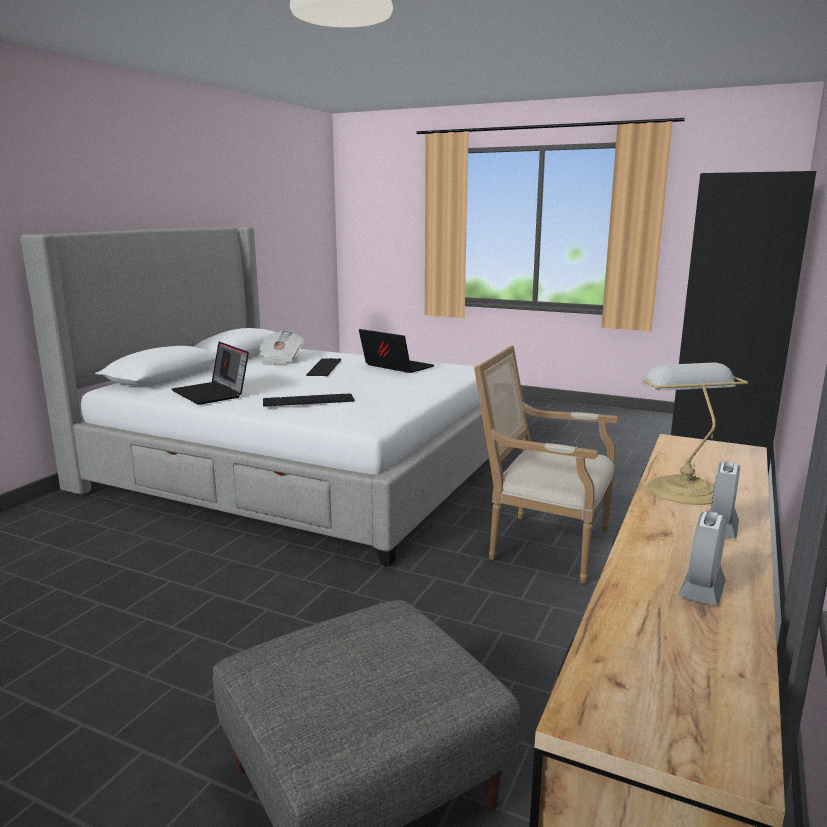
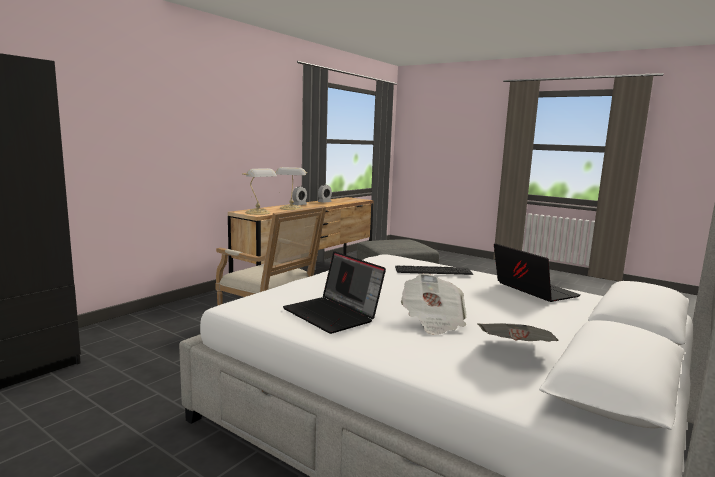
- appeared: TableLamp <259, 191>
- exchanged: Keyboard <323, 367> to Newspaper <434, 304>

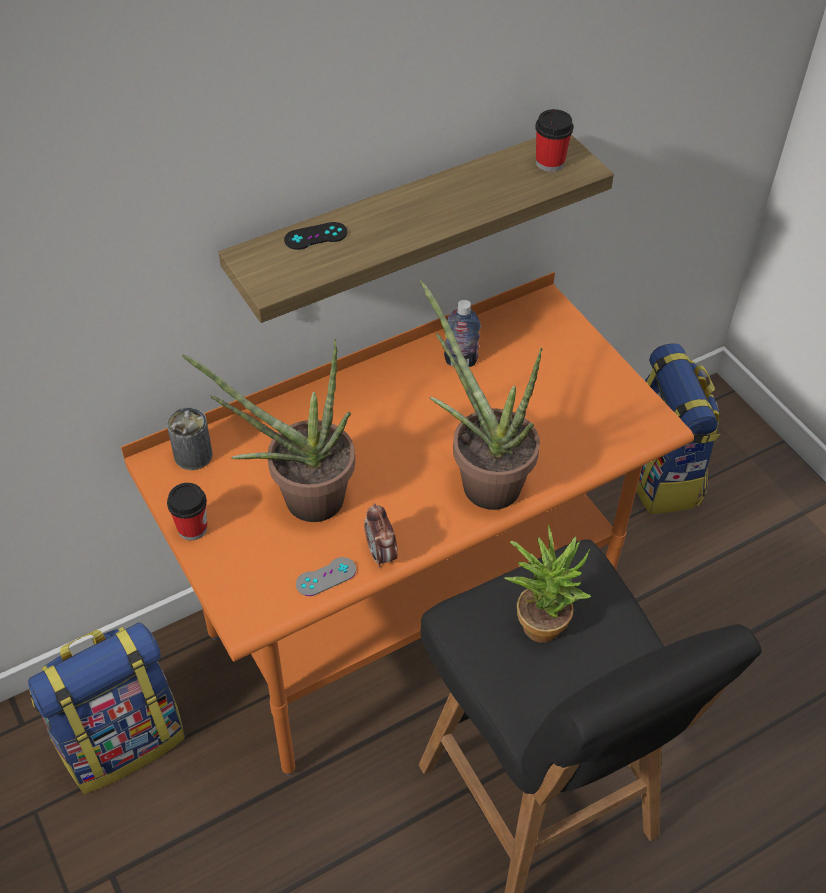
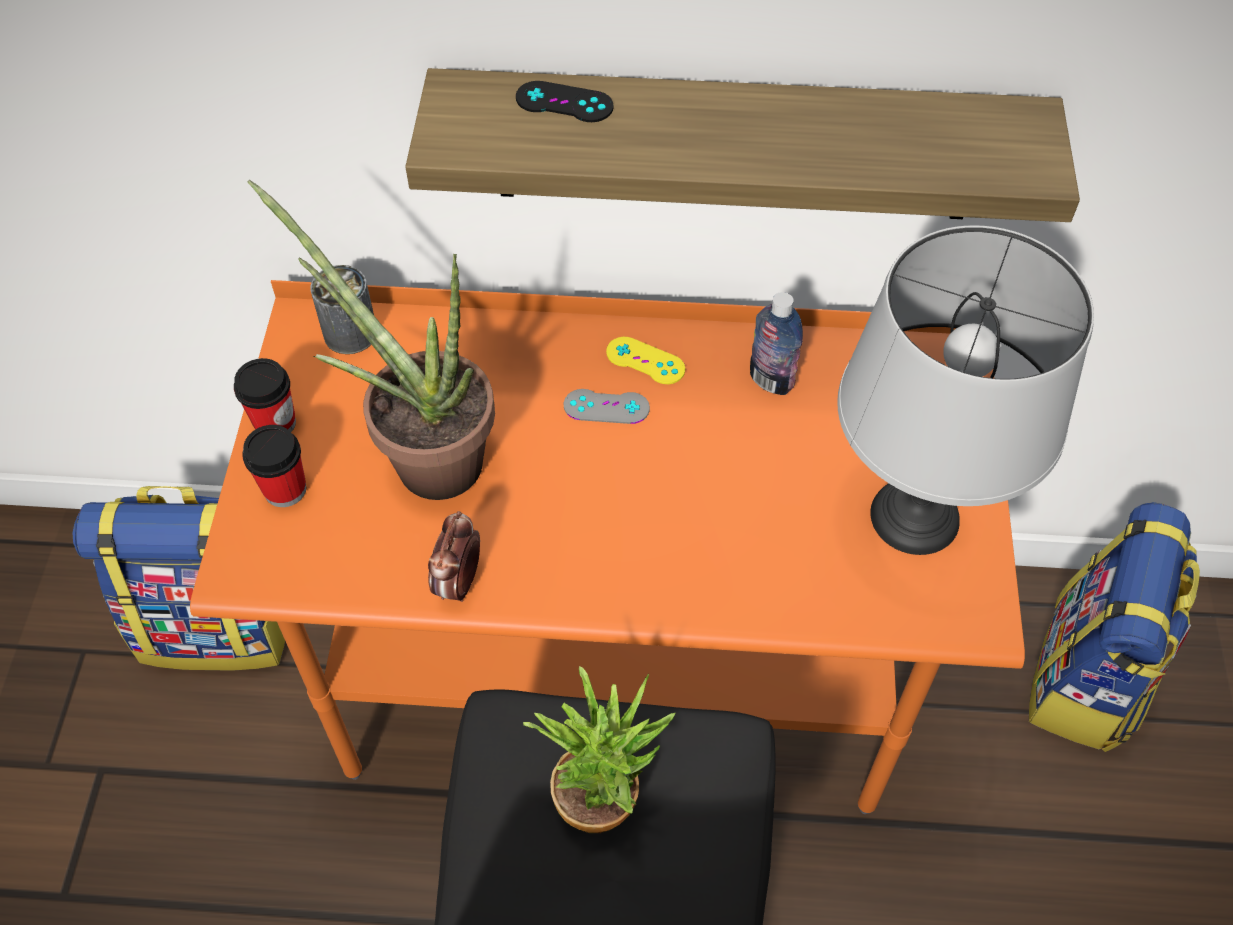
- missing: PottedPlant <481, 394>
- appeared: YellowGameController <645, 360>
- appeared: GreyTableLamp <965, 390>
- relocated: GreyGameController <326, 576> to <607, 406>
- relocated: Cup <554, 140> to <274, 466>

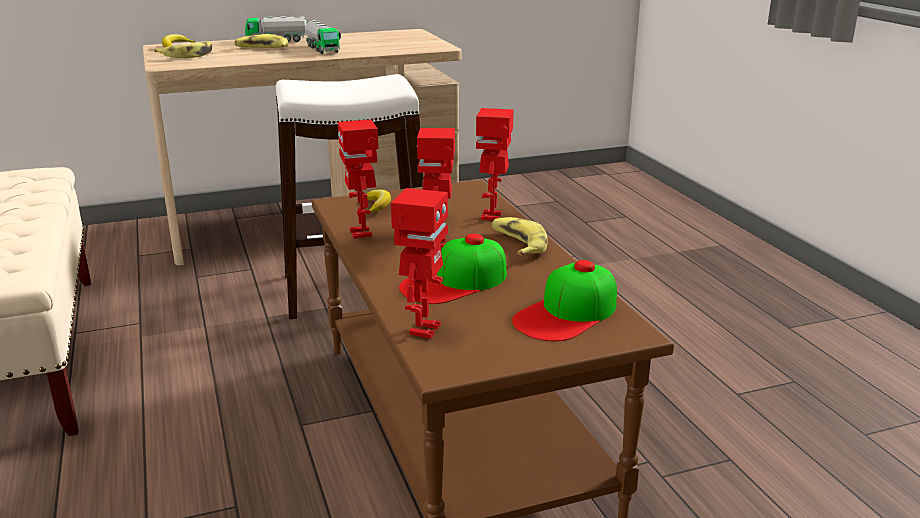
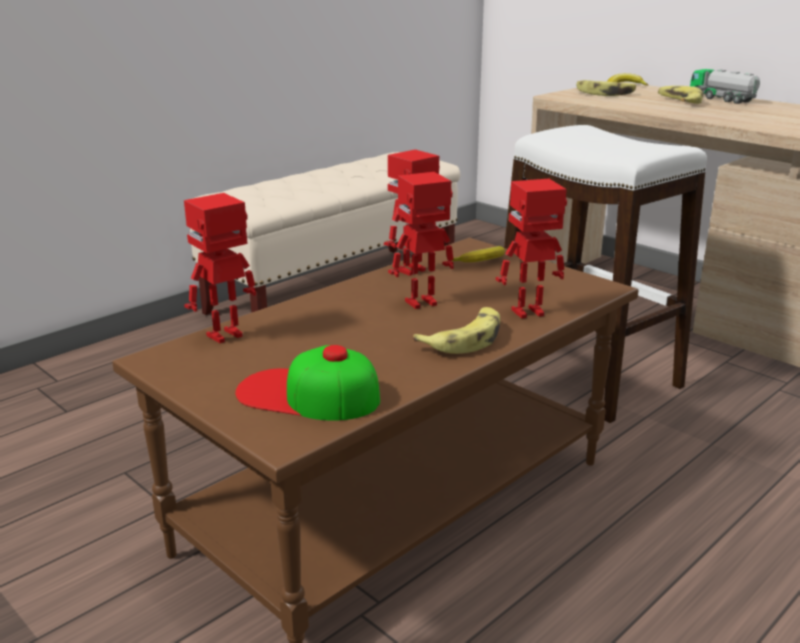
- missing: ToyTruck <323, 37>
- missing: Cap <453, 269>
- spun: ToyRobot <419, 263> = <220, 268> 150 degrees clockwise

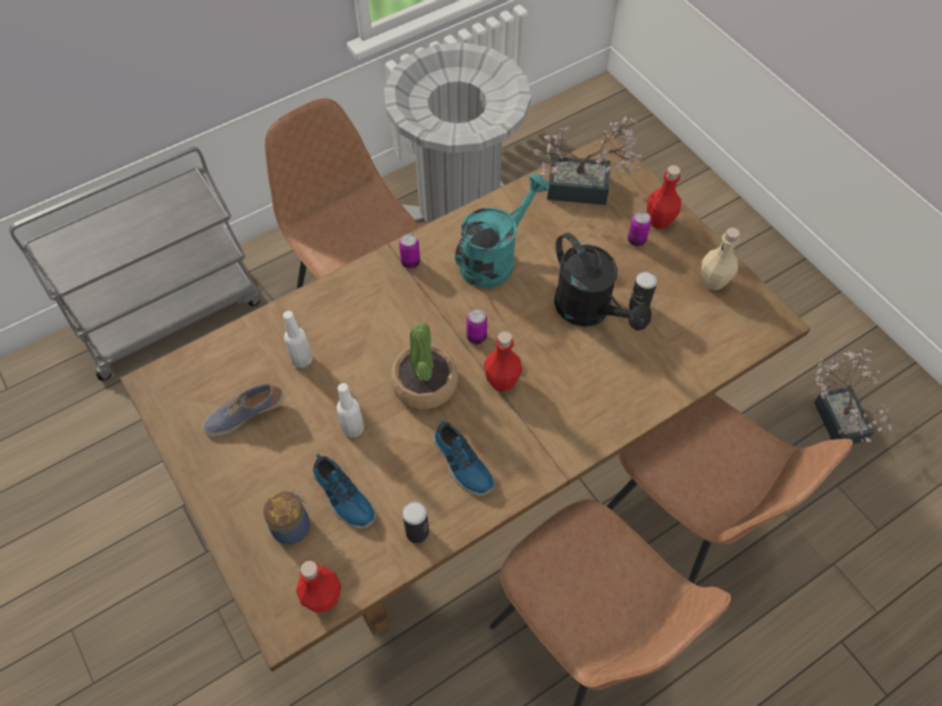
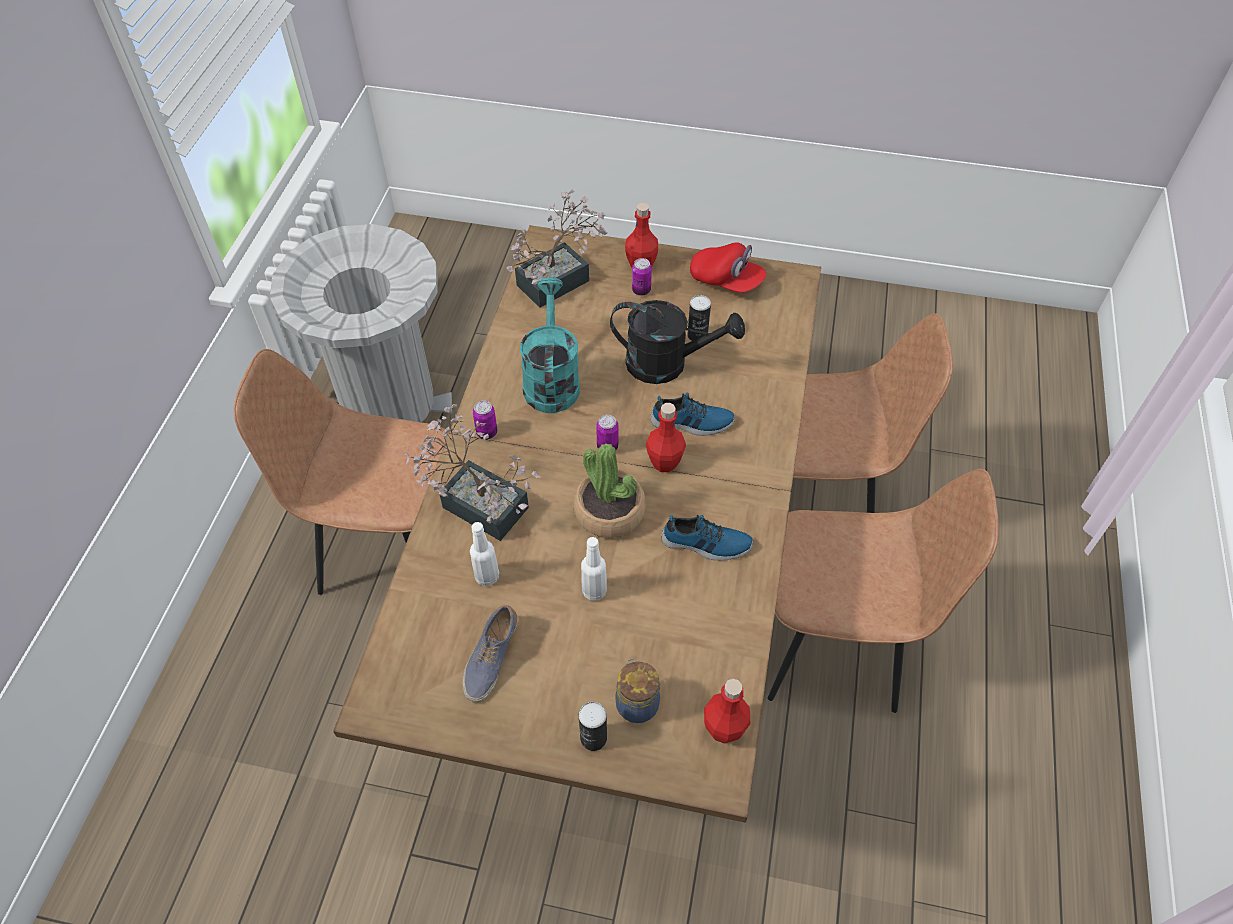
- missing: GreyCart <135, 263>
- relocated: Shoe <344, 491> to <692, 414>
- relocated: Can <415, 522> to <593, 726>
- relocated: PottedPlant <853, 396> to <473, 472>
- exchanged: BeigeBottle <720, 258> to RedCap <728, 267>

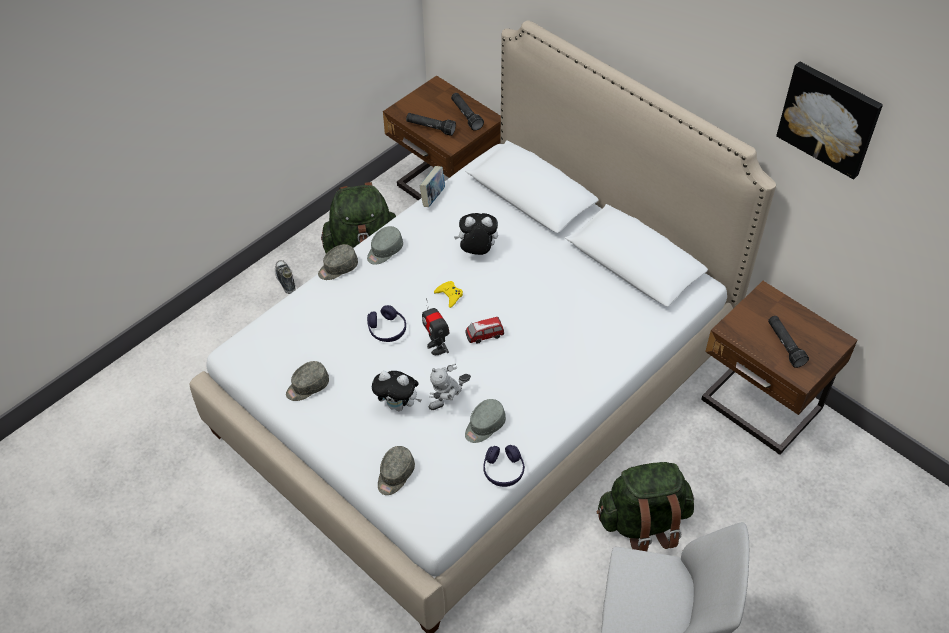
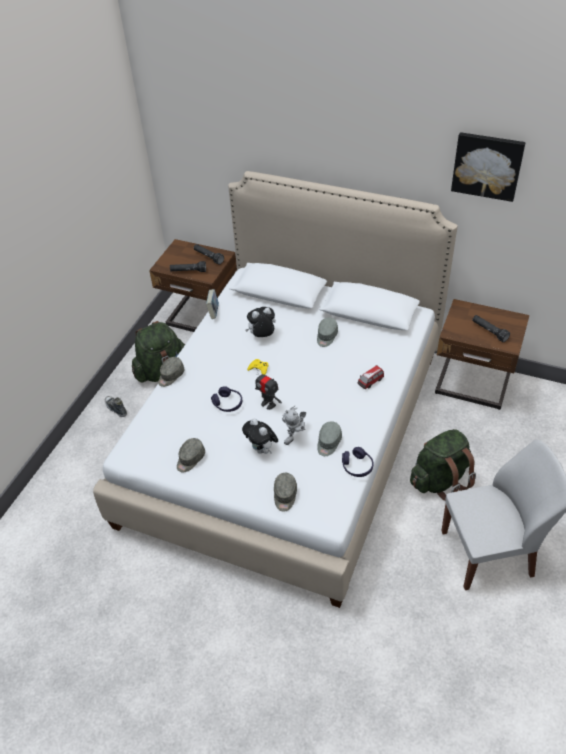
- relocated: GreyCap <385, 245> to <327, 332>
- relocated: ToyCar <484, 330> to <371, 377>
- spun: PlushToy <397, 391> = <260, 436> 60 degrees clockwise

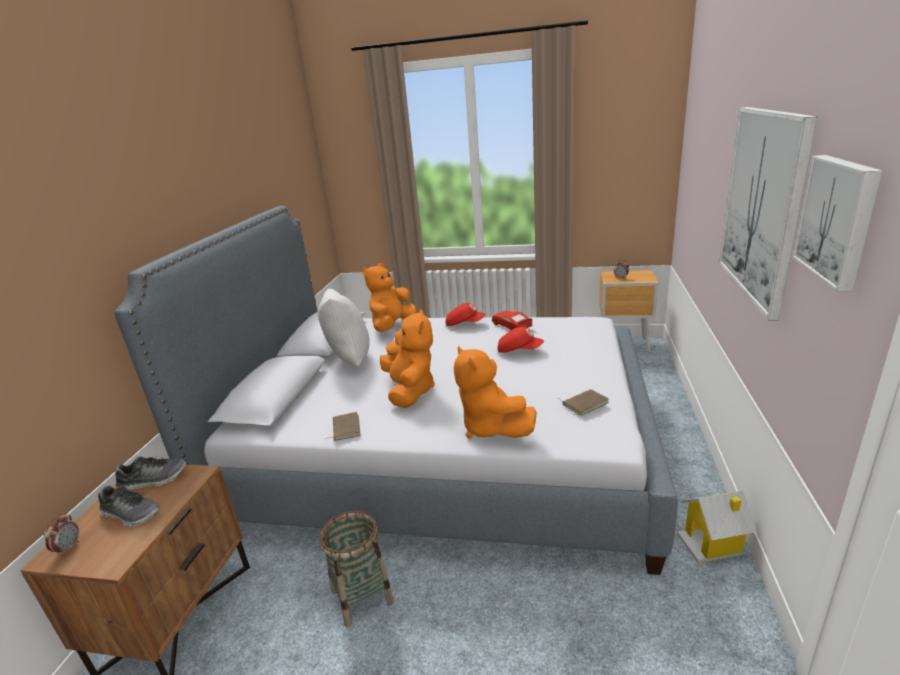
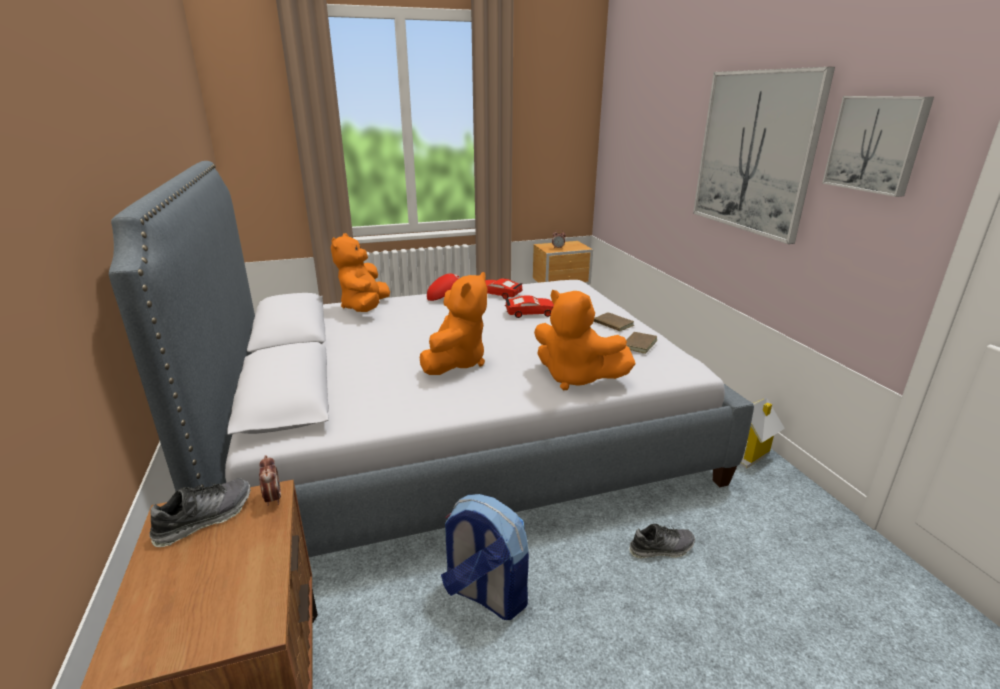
- missing: WhitePillow <344, 328>
- relocated: AlarmClock <61, 534> to <270, 481>
- relocated: Shoe <129, 505> to <662, 541>
- relocated: BrownBook <343, 426> to <614, 321>
- exchanged: Basket <356, 569> to Backpack <485, 557>
- exchanged: RedCap <520, 339> to RedToyCar <529, 306>
- spun: OrangePlushToy <407, 358> = <453, 323> 60 degrees clockwise

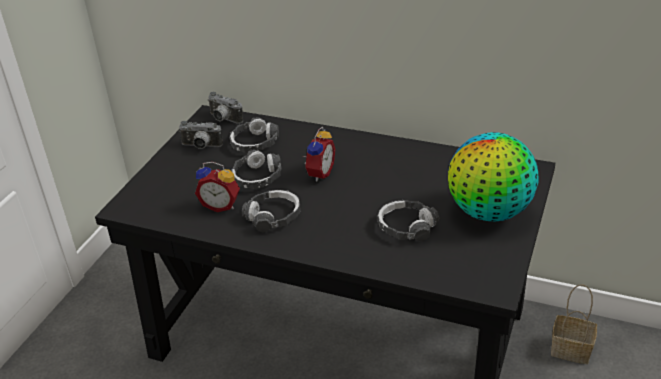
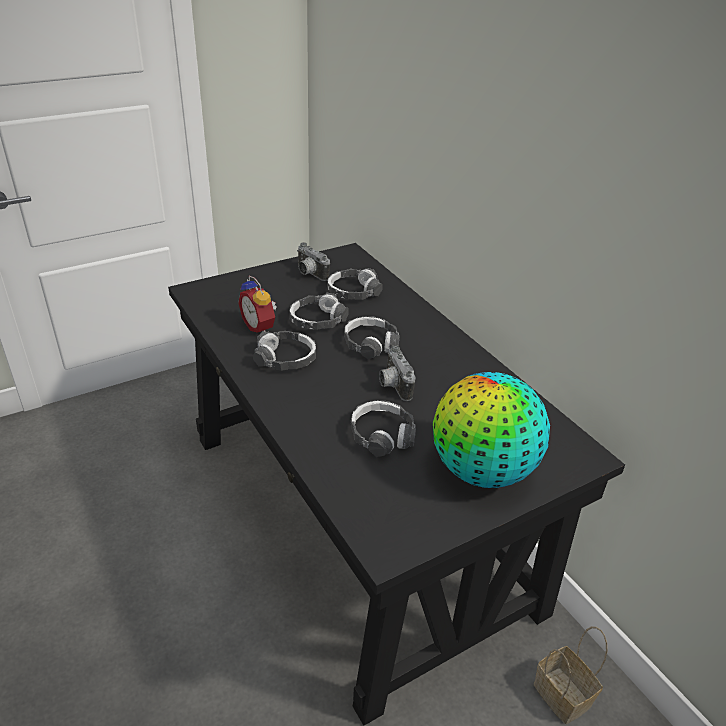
- relocated: PhotoCamera <225, 108> to <397, 373>
- exchanged: AlarmClock <319, 154> to Headphones <372, 337>

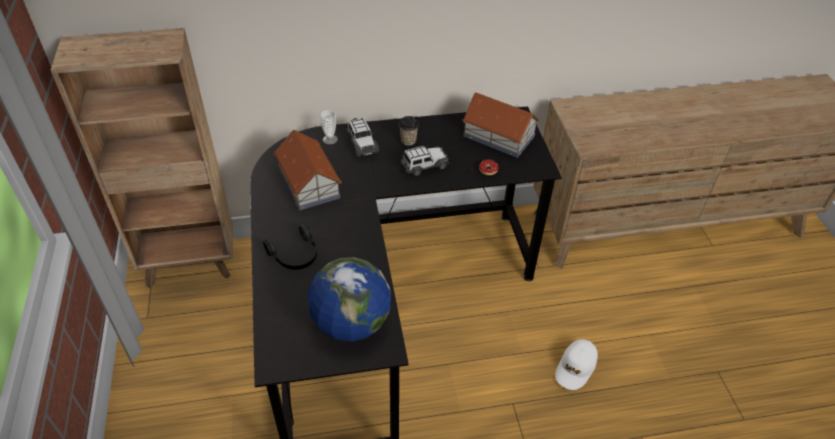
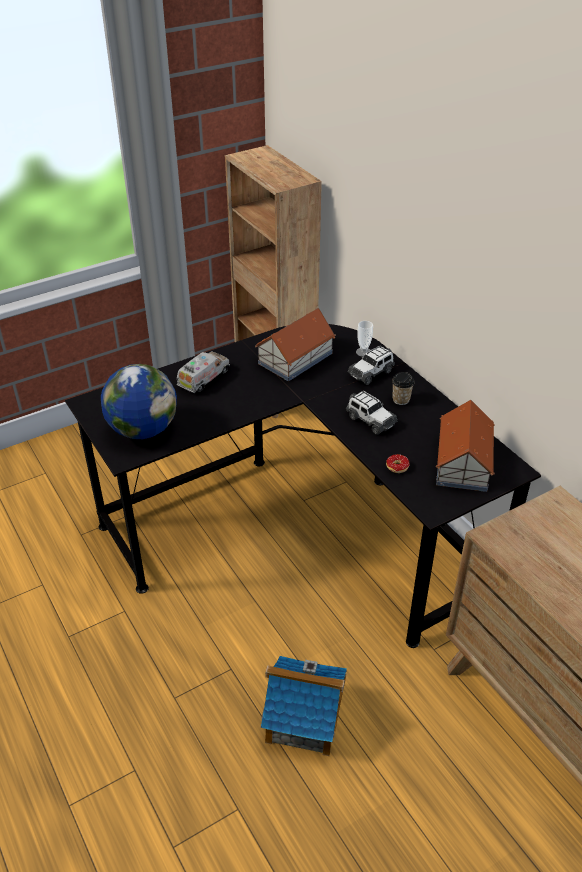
- exchanged: BlackHeadphones <290, 247> to ToyTruck <203, 372>
- exchanged: WhiteCap <576, 364> to ToyHouse <304, 706>

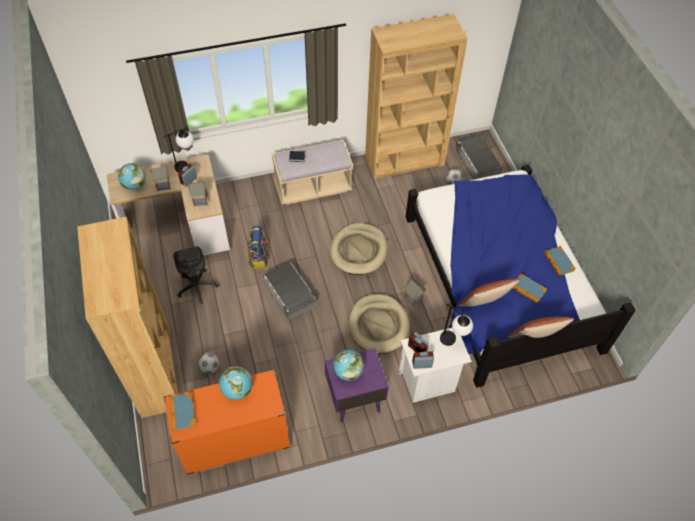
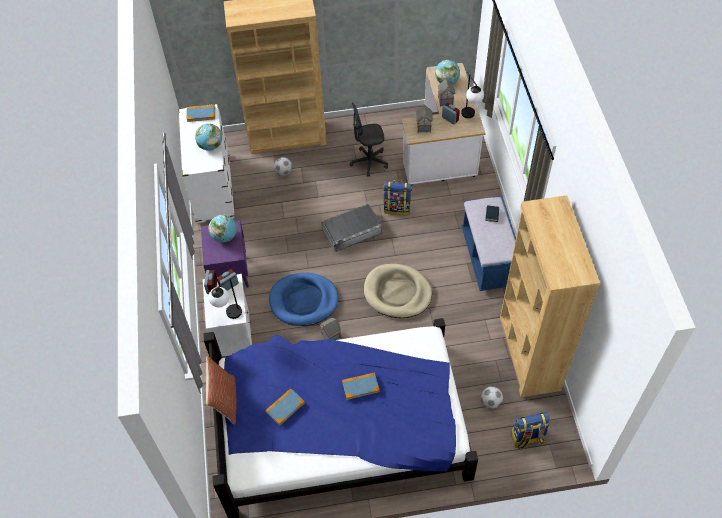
- missing: Pillow <489, 293>
- relocated: Book <560, 261> to <361, 386>
- exchanged: GreyStorageBox <479, 157> to Backpack <530, 430>
- colour: OrangeDresser <227, 422> to WhiteDresser <206, 163>
- colour: BeigeBench <312, 172> to BlueBench <489, 243>
- colour: BeigeDogBed <379, 324> to BlueDogBed <304, 299>

